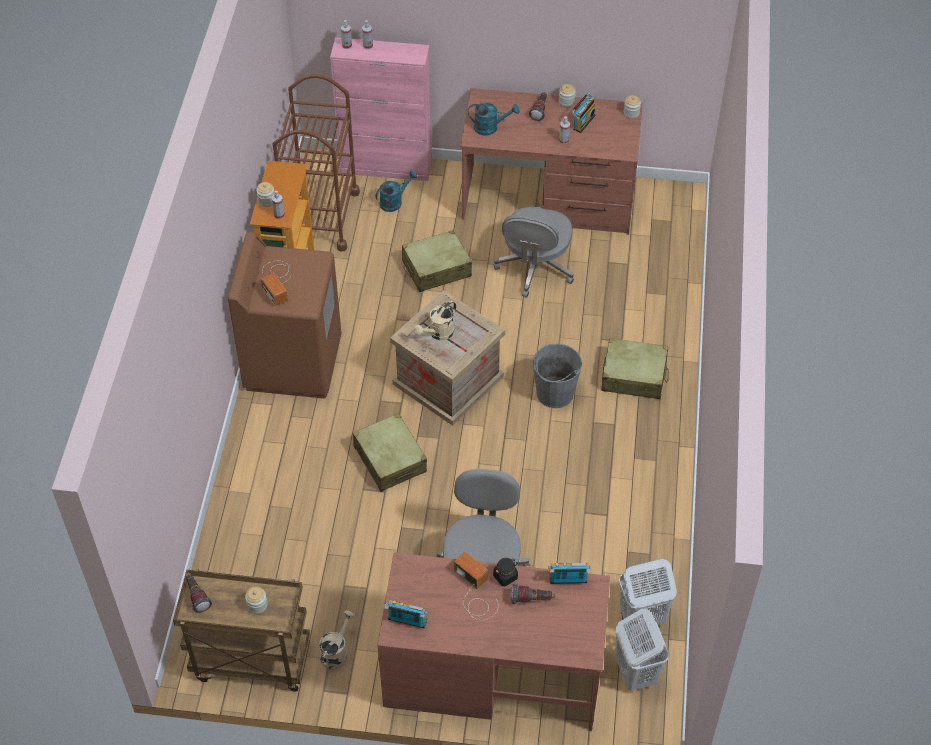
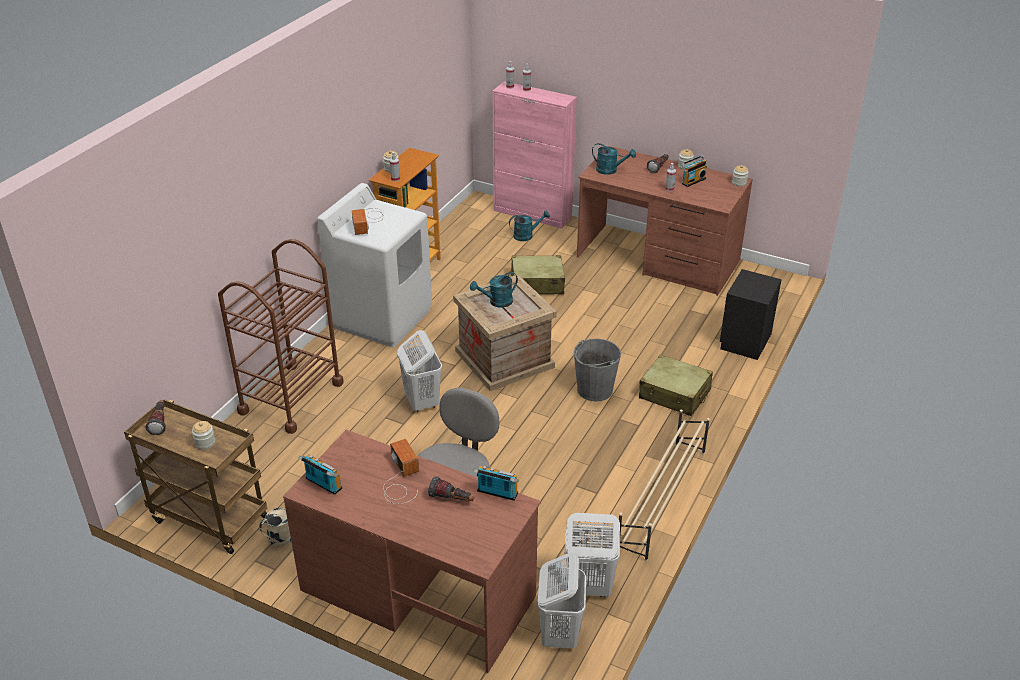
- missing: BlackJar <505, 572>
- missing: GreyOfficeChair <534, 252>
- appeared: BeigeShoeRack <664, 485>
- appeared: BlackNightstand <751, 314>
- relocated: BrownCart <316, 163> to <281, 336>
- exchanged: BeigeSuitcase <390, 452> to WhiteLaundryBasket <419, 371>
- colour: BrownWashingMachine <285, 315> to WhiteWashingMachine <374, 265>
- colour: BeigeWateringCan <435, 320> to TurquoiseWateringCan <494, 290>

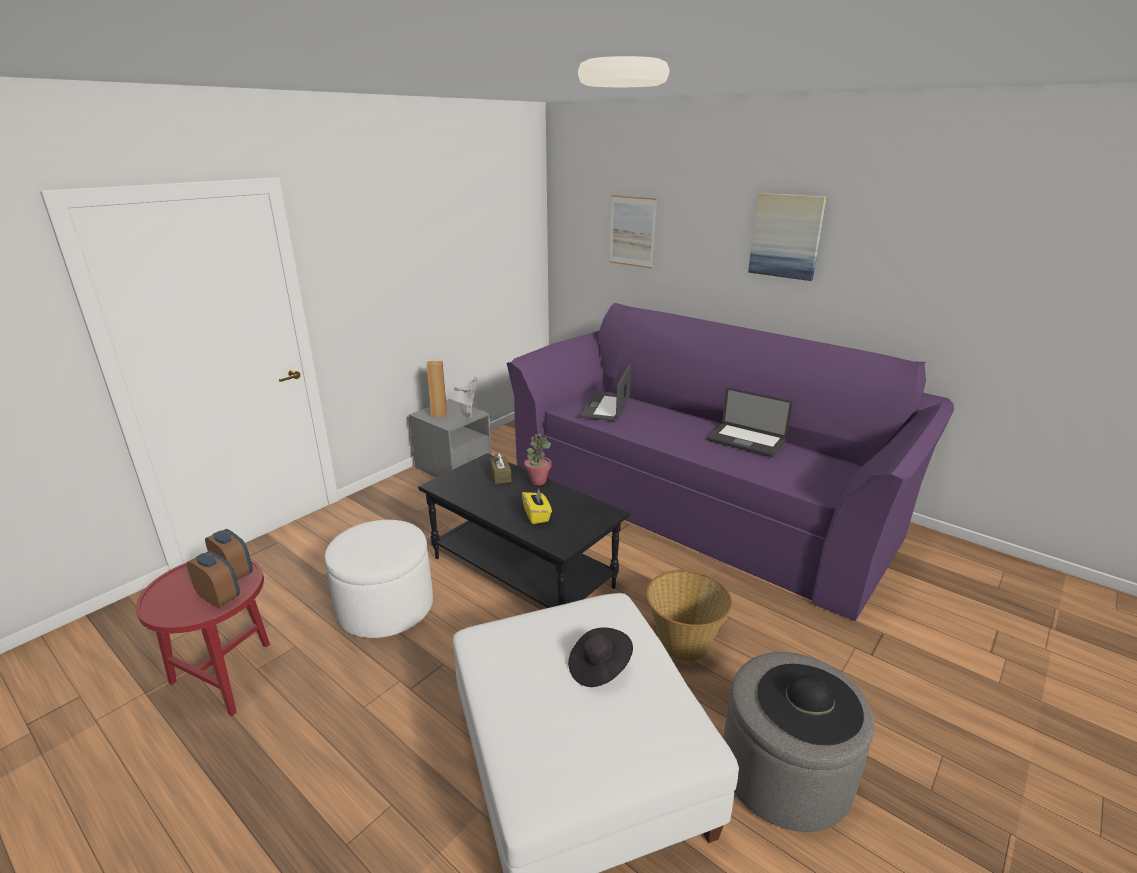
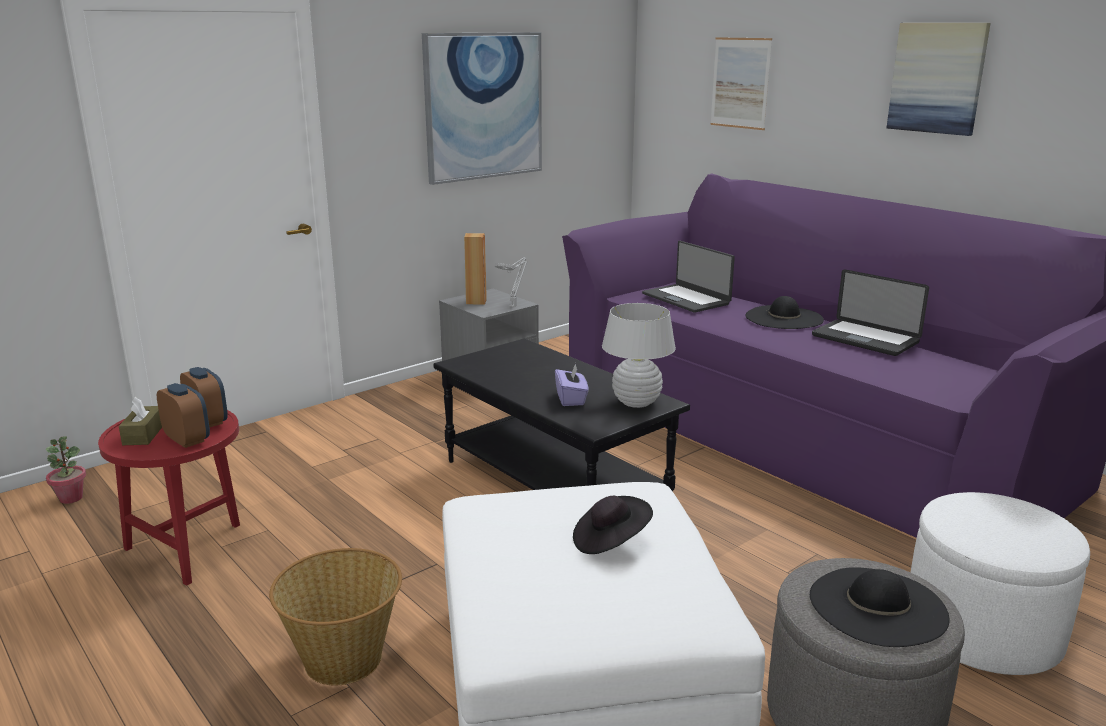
- appeared: Picture <482, 108>
- appeared: WhiteTableLamp <639, 355>
- appeared: BlackHat <784, 312>
- relocated: WhiteOttoman <378, 579> to <1000, 583>
- relocated: BrownTissueBox <501, 468> to <140, 421>
- relocated: PottedPlant <537, 459> to <66, 470>
- relocated: Basket <689, 615> to <335, 616>
- colour: YellowTissueBox <537, 506> to PurpleTissueBox <572, 384>
- spun: Laptop <605, 392> = <688, 277> 60 degrees counterclockwise

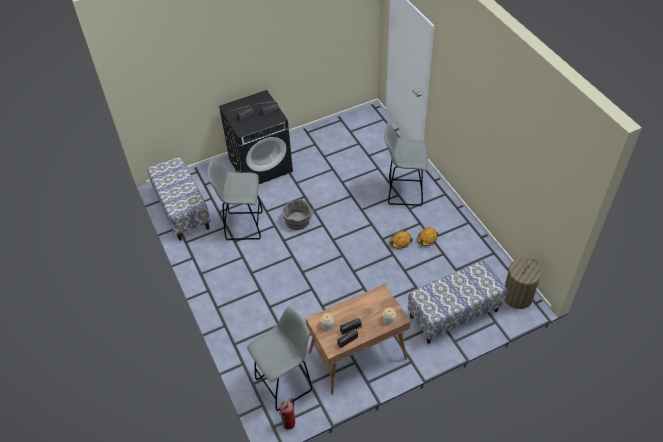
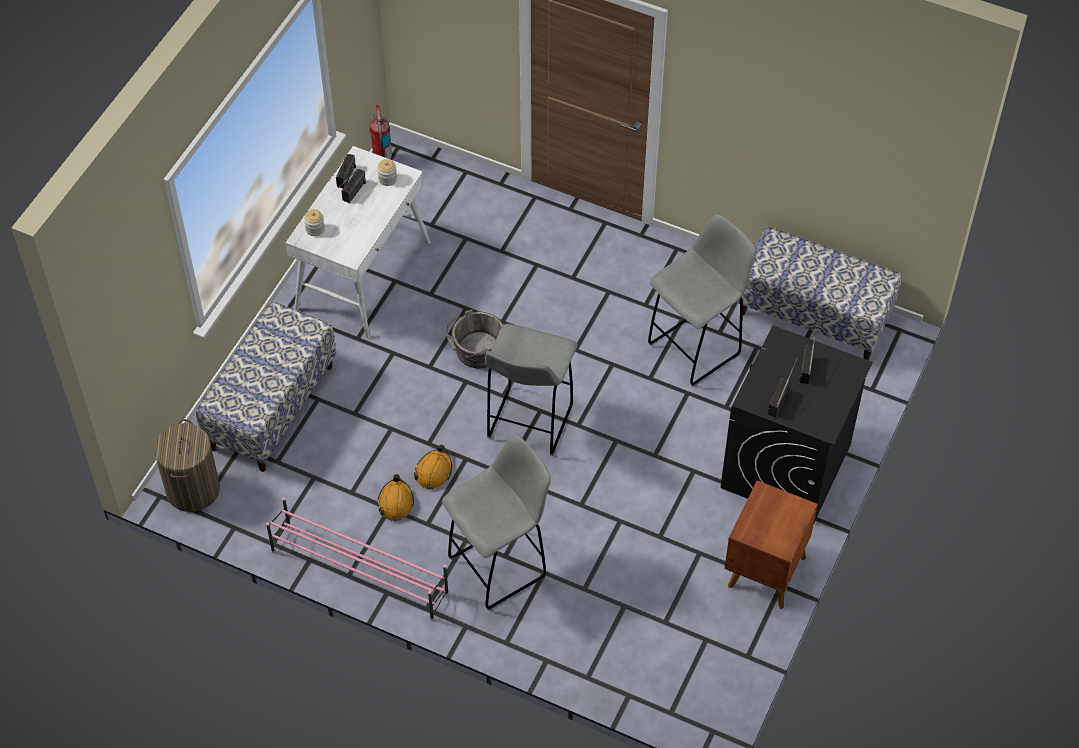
- appeared: PinkShoeRack <357, 559>
- appeared: BrownNightstand <771, 544>
- relocated: GreyStool <279, 359> to <531, 390>
- relocated: GreyBucket <298, 214> to <474, 339>
- colour: BrownDesk <358, 339> to WhiteDesk <358, 242>

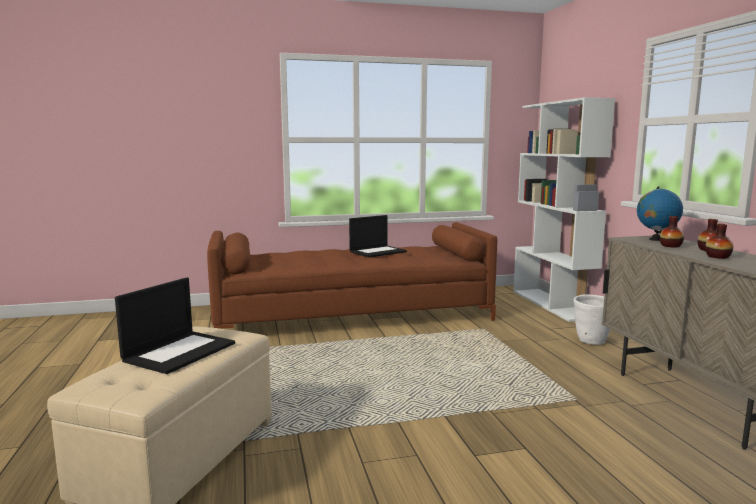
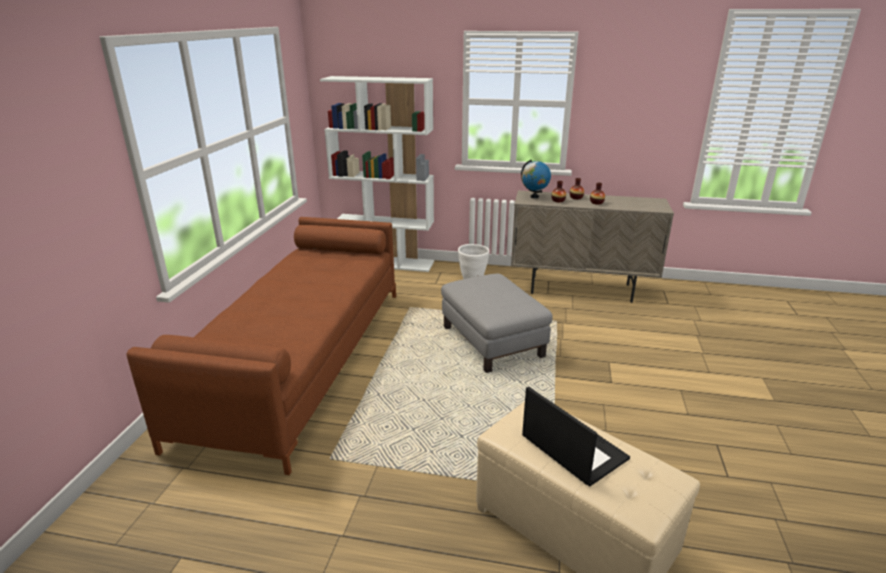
- missing: Laptop <378, 236>
- appeared: GreyOttoman <497, 323>

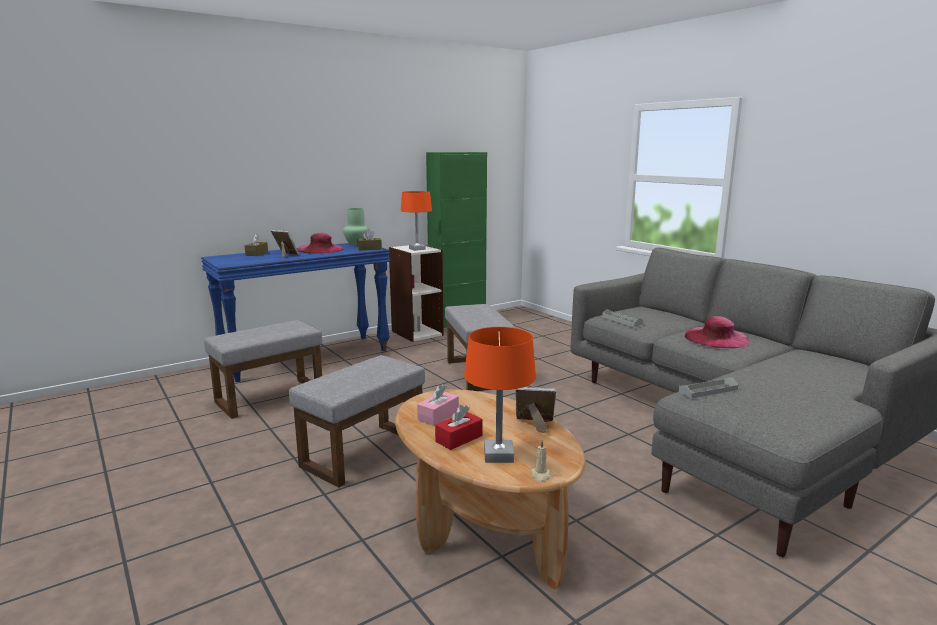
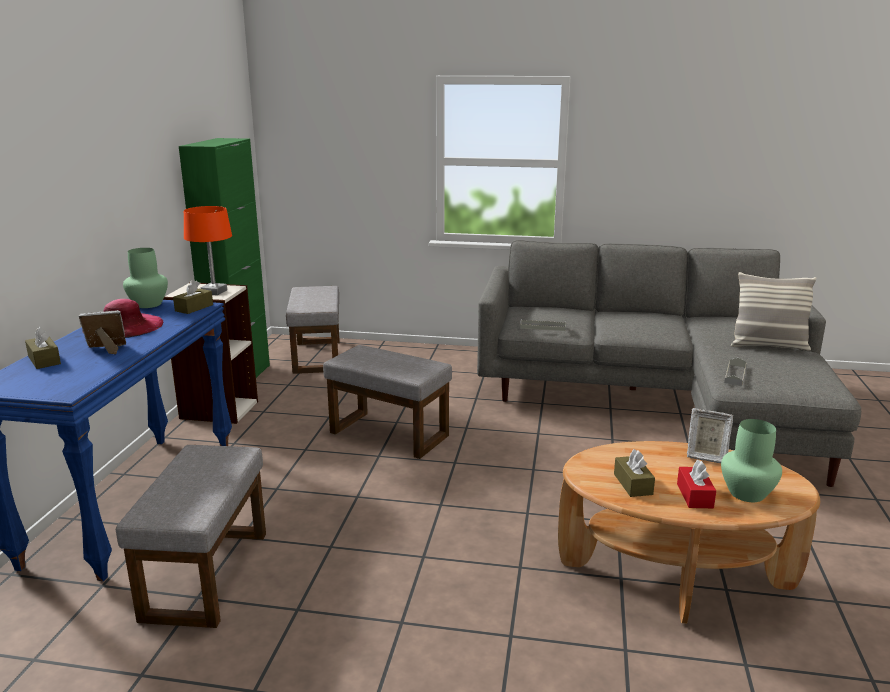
- missing: BeigeCandle <541, 461>
- missing: PinkHat <717, 332>
- appeared: Pillow <773, 311>
- relocated: GreyOttoman <357, 421> to <313, 330>
- exchanged: OrangeTableLamp <500, 395> to GreenVase <751, 460>
- colour: PinkTissueBox <438, 405> to BrownTissueBox <634, 473>
- spun: PictureFrame <535, 410> = <710, 435> 120 degrees counterclockwise

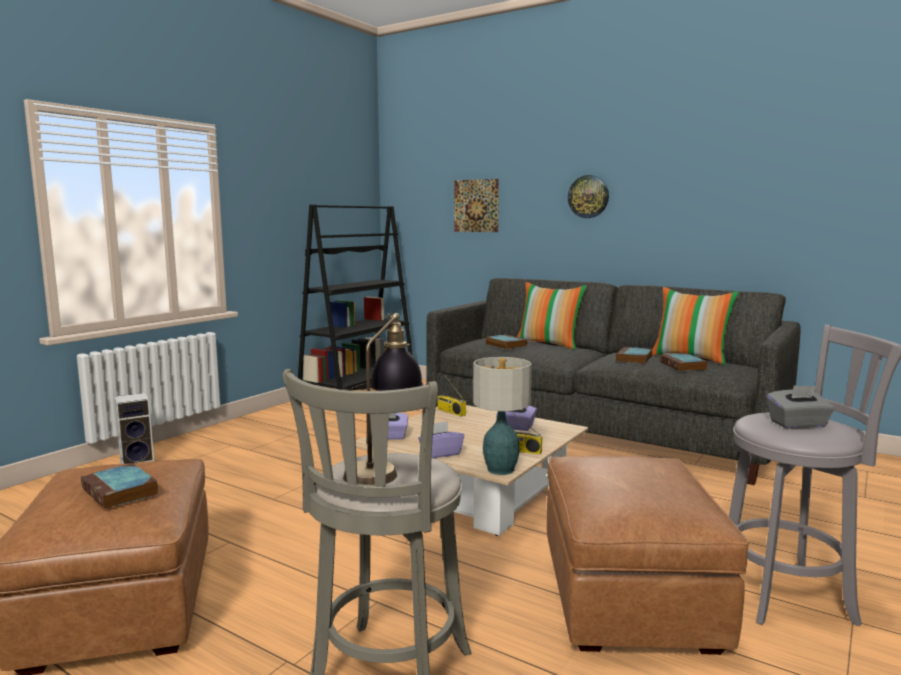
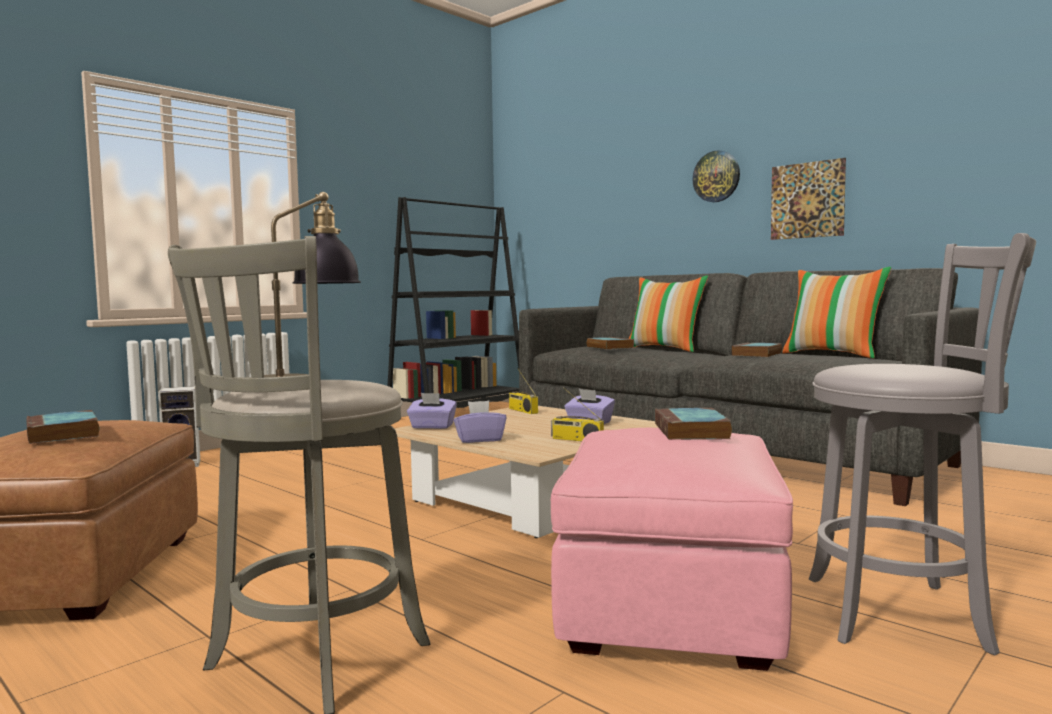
- missing: TableLamp <502, 416>
- missing: GreyTissueBox <801, 406>
- relocated: Picture <476, 205> to <808, 199>
- relocated: Book <684, 362> to <693, 424>
- colour: BrownOttoman <648, 555> to PinkOttoman <672, 549>

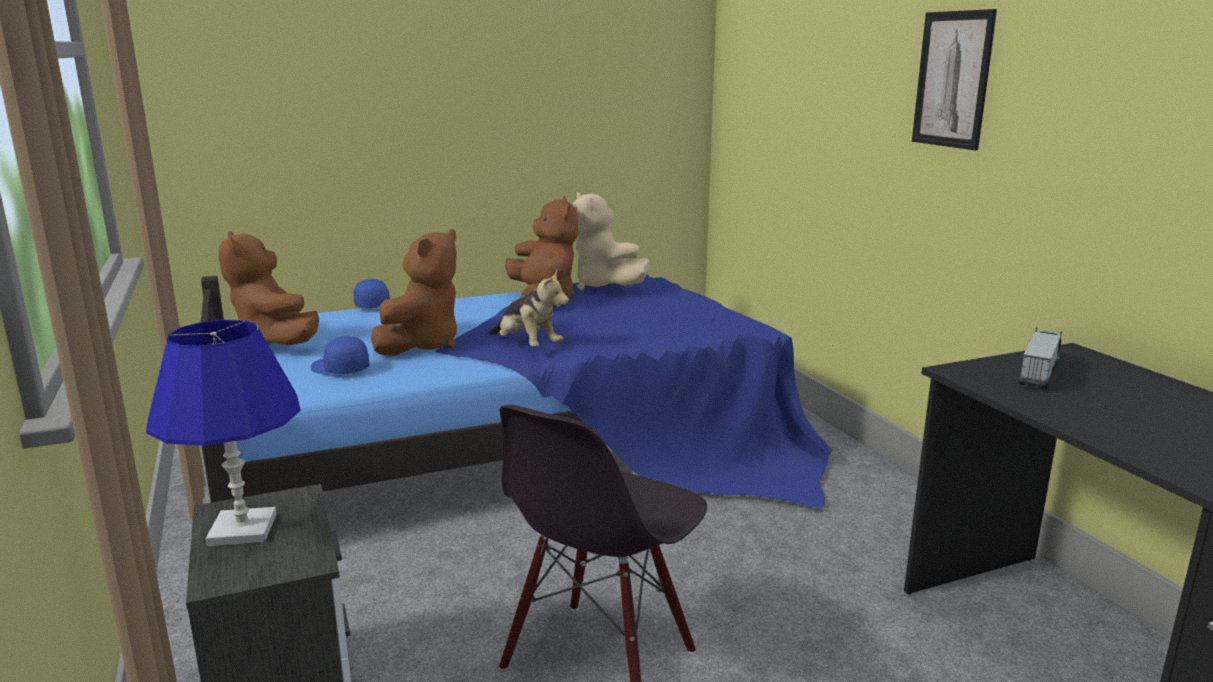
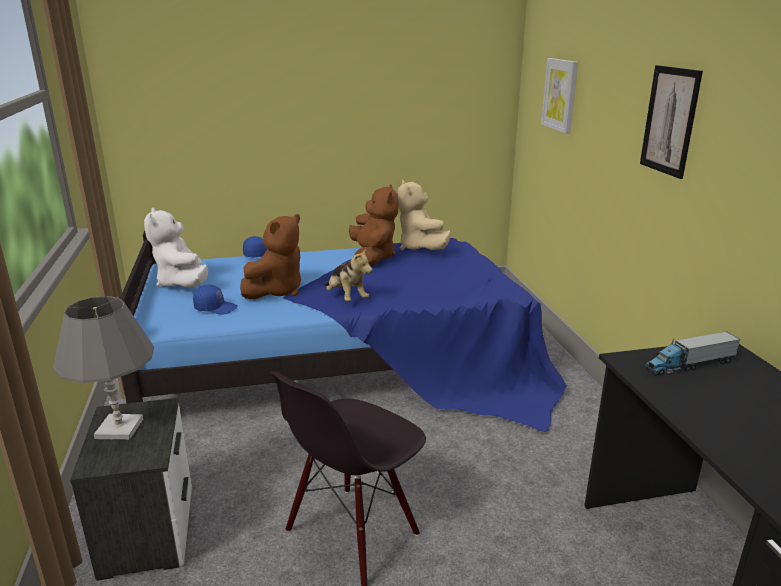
- appeared: Picture <559, 95>
- colour: BlueTableLamp <223, 432> to GreyTableLamp <103, 368>
- colour: BrownPlushToy <269, 288> to WhitePlushToy <176, 248>
- spun: BlueCap <339, 355> = <215, 300> 150 degrees clockwise
- spun: ToyTruck <1040, 358> = <693, 353> 150 degrees counterclockwise

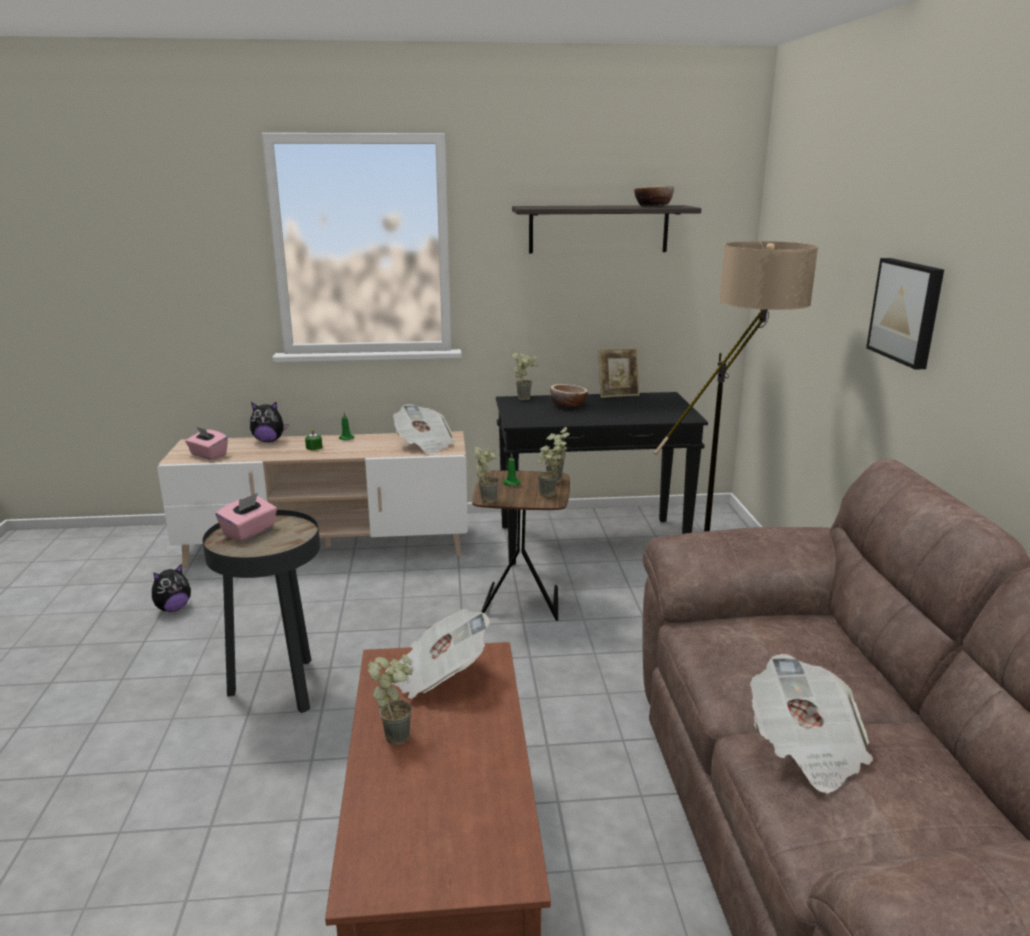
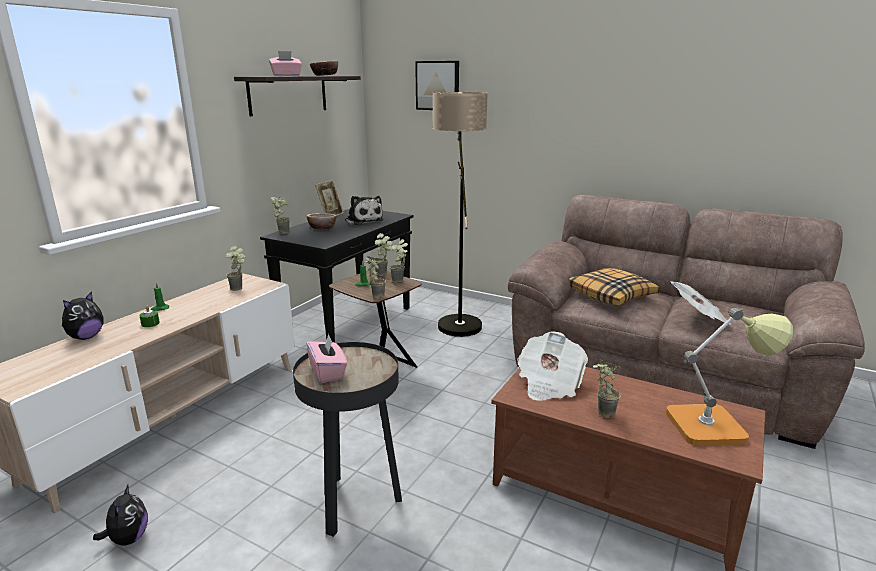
- appeared: PlushToy <364, 210>
- appeared: Pillow <614, 286>
- appeared: TableLamp <729, 377>
- relocated: PinkTissueBox <206, 443> to <285, 63>
- relocated: Picture <905, 314> to <437, 85>
- exchanged: Newspaper <424, 429> to PottedPlant <235, 268>

